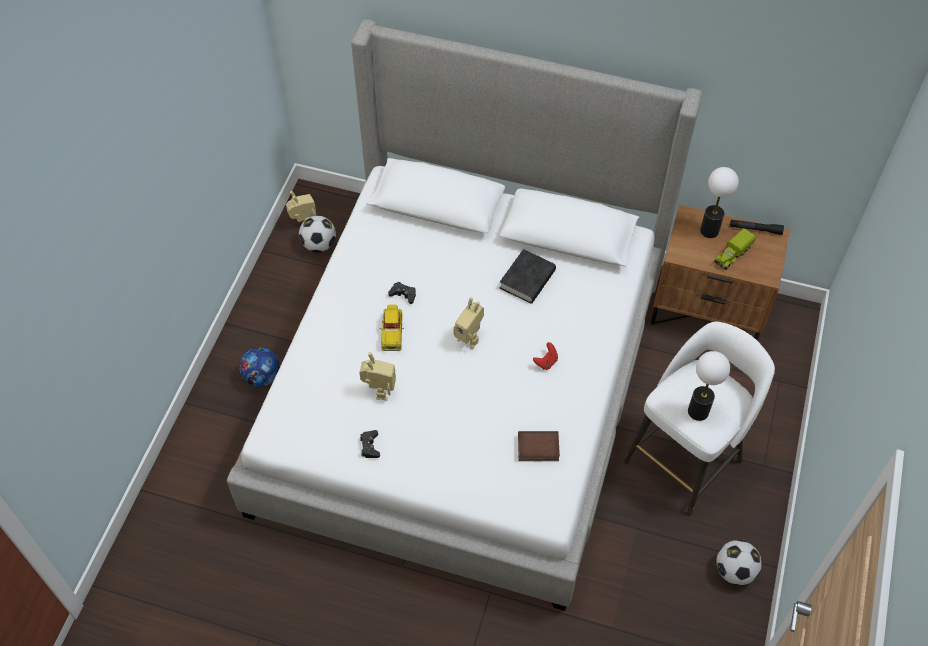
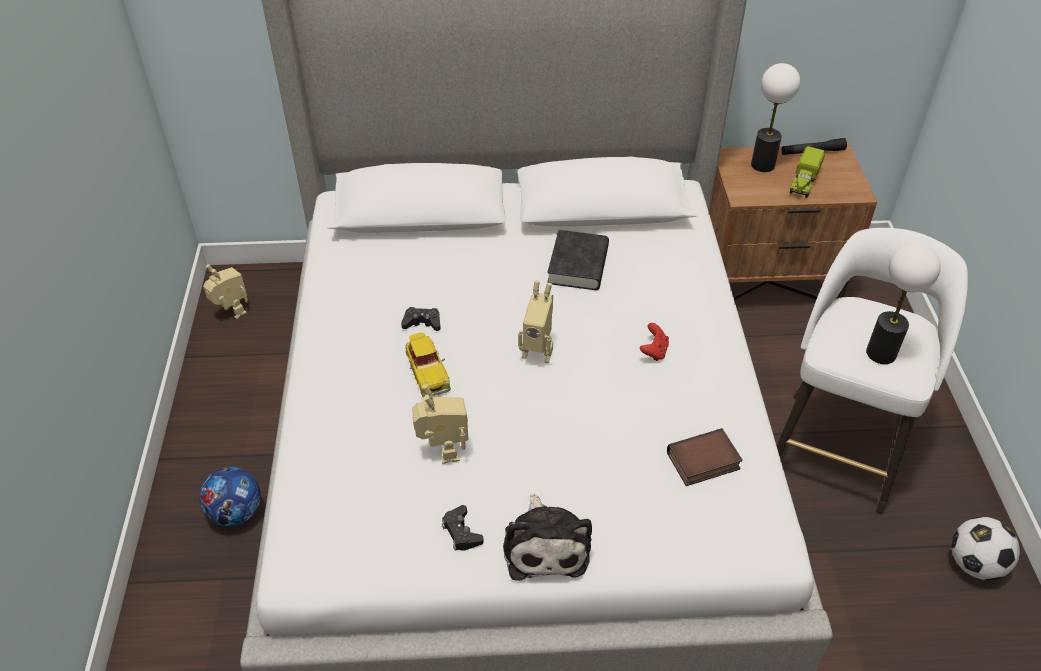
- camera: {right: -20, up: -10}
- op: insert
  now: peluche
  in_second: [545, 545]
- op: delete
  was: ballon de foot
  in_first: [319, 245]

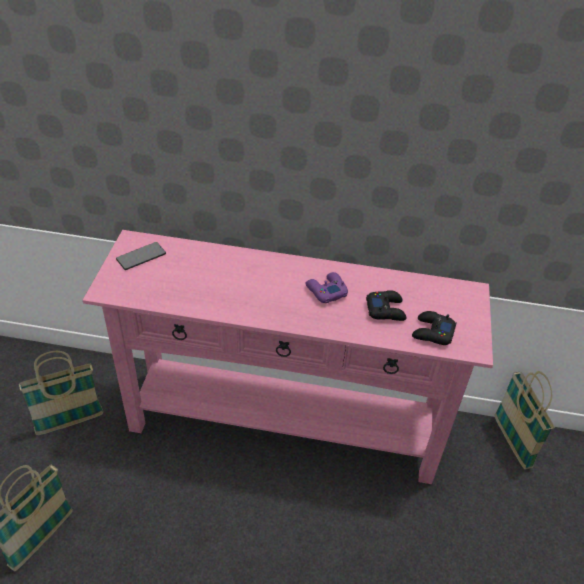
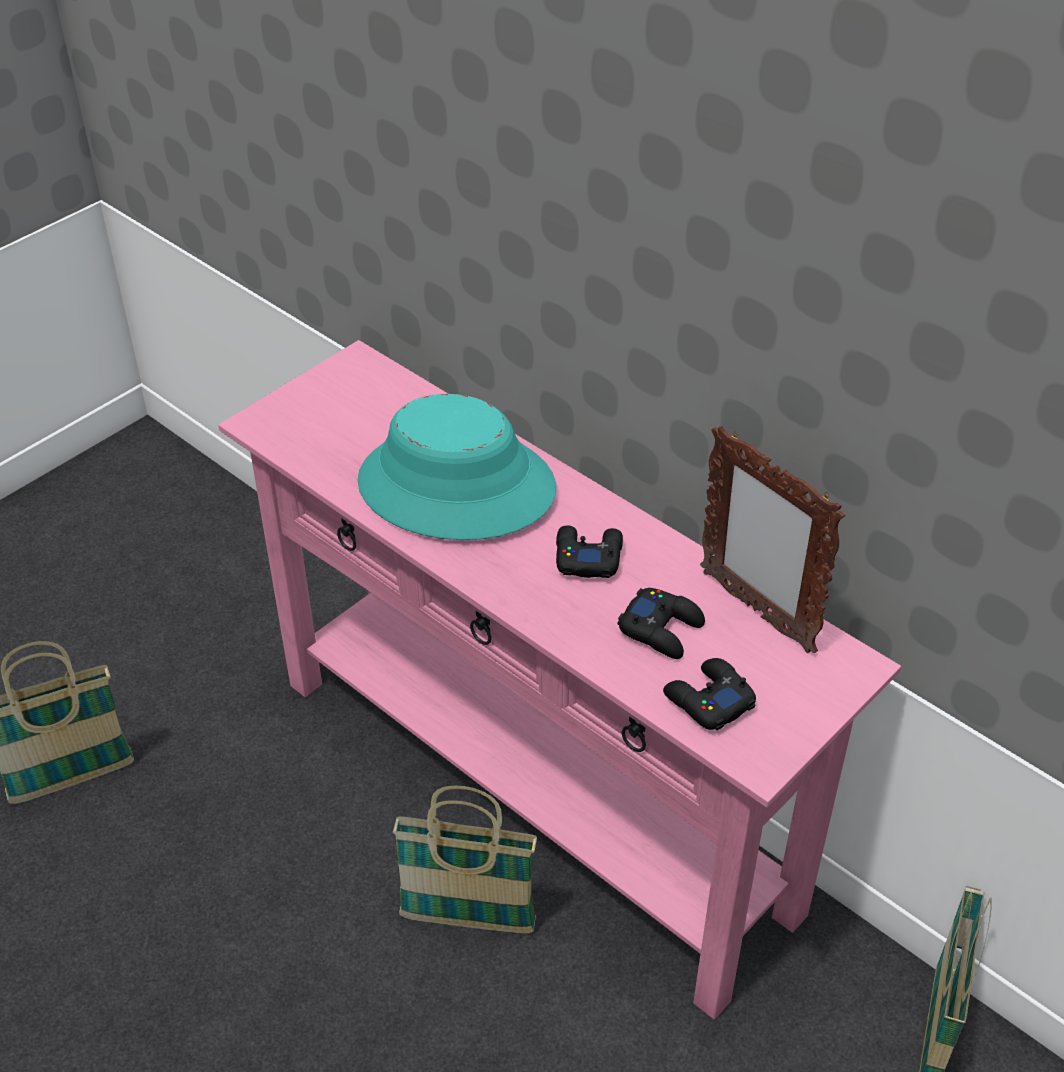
- camera: {right: 35, up: 0}
- op: insert
  now: chapeau/turquoise
  in_second: [456, 487]
- op: move
  was: panier
  in_first: [70, 422]
  in_second: [468, 920]
- op: recolor
  was: manette/violet
  now: manette/noir
  in_first: [326, 291]
  in_second: [587, 557]
- op: insert
  now: cadre photo
  in_second: [756, 611]
- op: delete
  was: téléphone
  in_first: [141, 257]

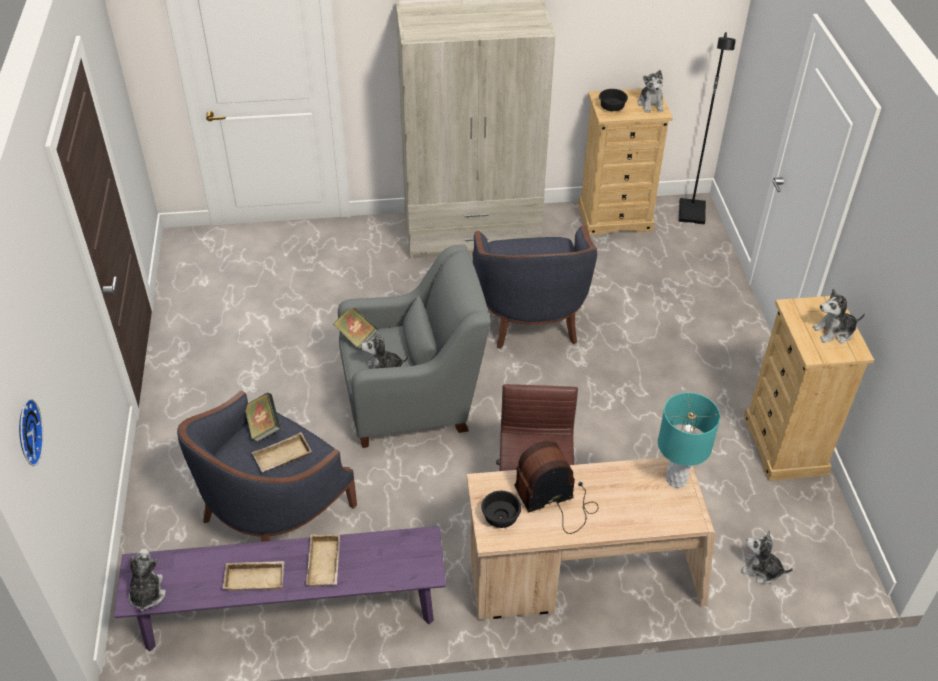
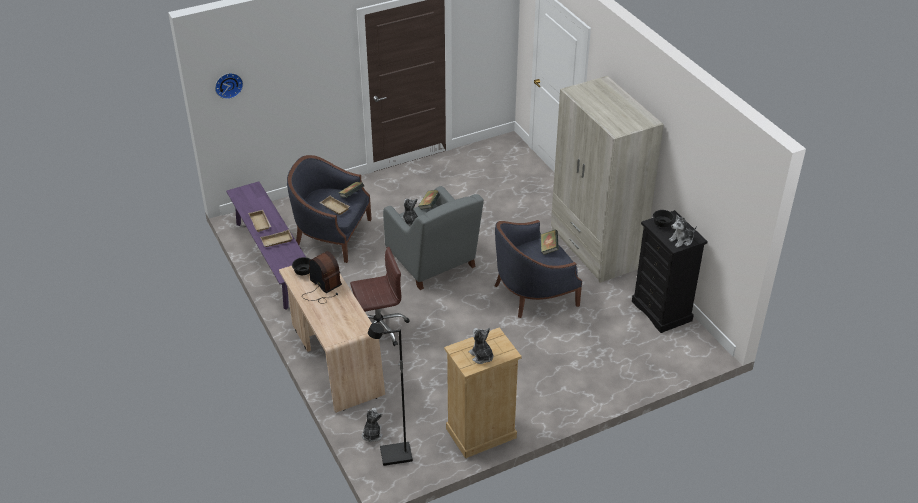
- camera: {right: 70, up: -5}
- op: move
  was: lampadaire/noir
  in_first: [692, 213]
  in_second: [395, 456]
- op: insert
  now: livre
  in_second: [549, 248]
- op: recolor
  was: commode/beige
  now: commode/noir
  in_first: [615, 218]
  in_second: [662, 311]
- op: delete
  was: peluche
  in_first: [147, 593]
- op: delete
  was: lampe de table/turquoise
  in_first: [676, 479]

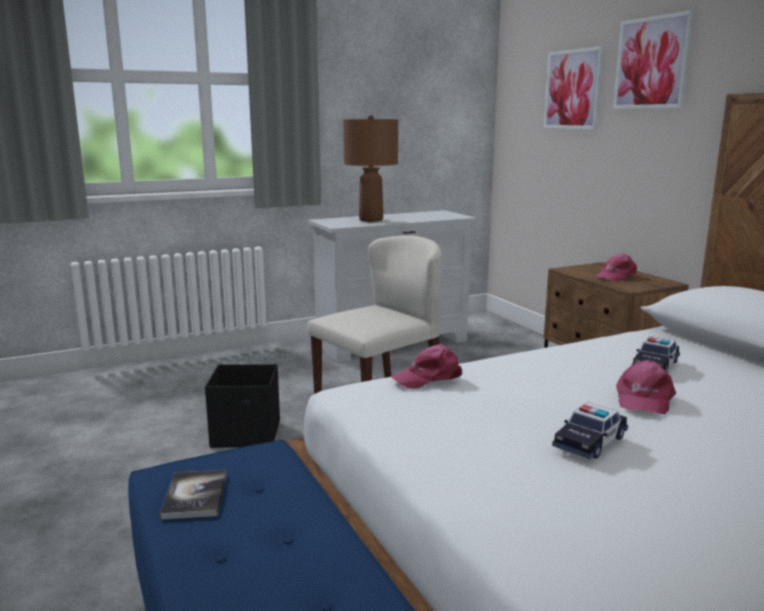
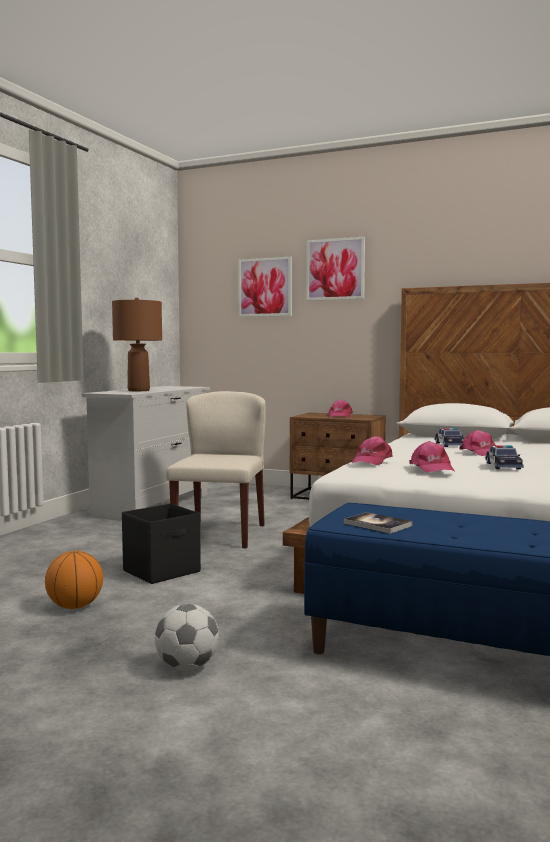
- camera: {right: -40, up: -10}
- op: insert
  now: ballon de basket
  in_second: [75, 606]
- op: insert
  now: ballon de foot
  in_second: [187, 667]
- op: insert
  now: casquette/rose
  in_second: [431, 468]

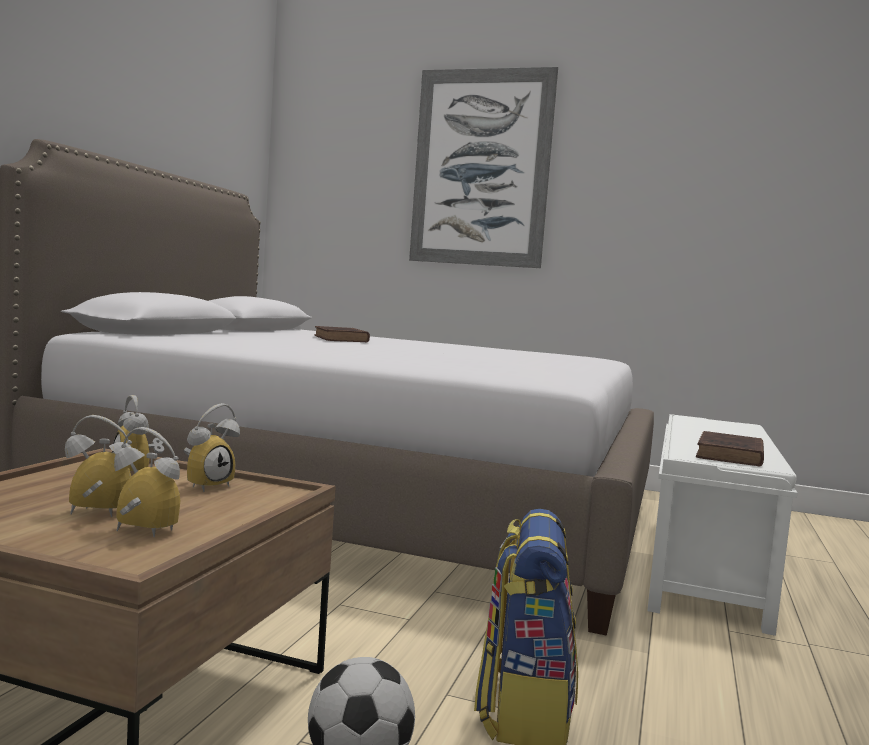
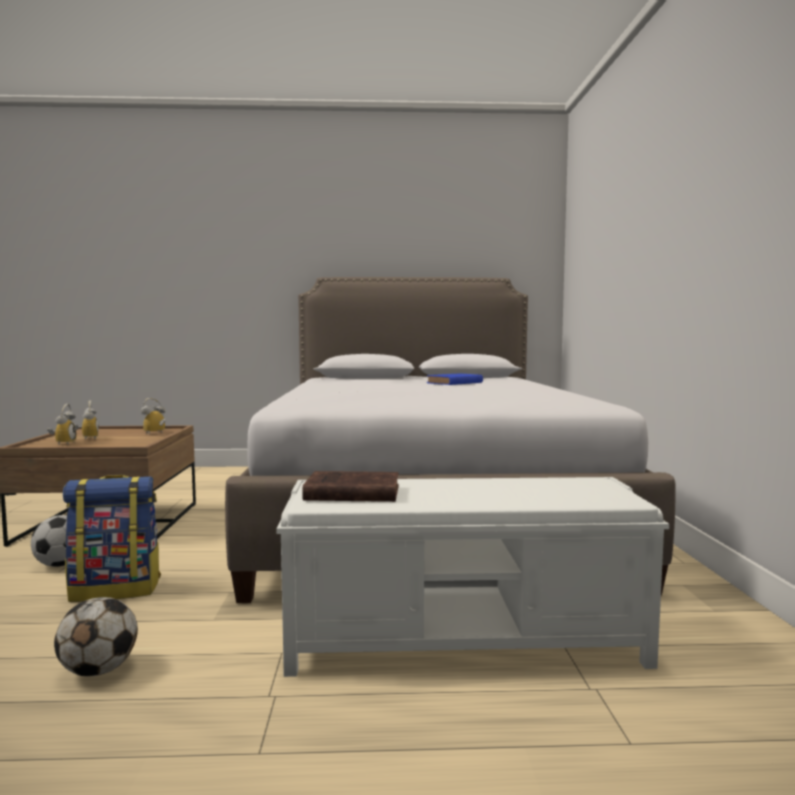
- camera: {right: 70, up: 0}
- op: insert
  now: ballon de foot
  in_second: [99, 670]
- op: recolor
  was: livre/marron
  now: livre/bleu
  in_first: [341, 339]
  in_second: [453, 383]
- op: delete
  was: réveil
  in_first: [207, 485]
- op: delete
  was: tableau
  in_first: [481, 168]

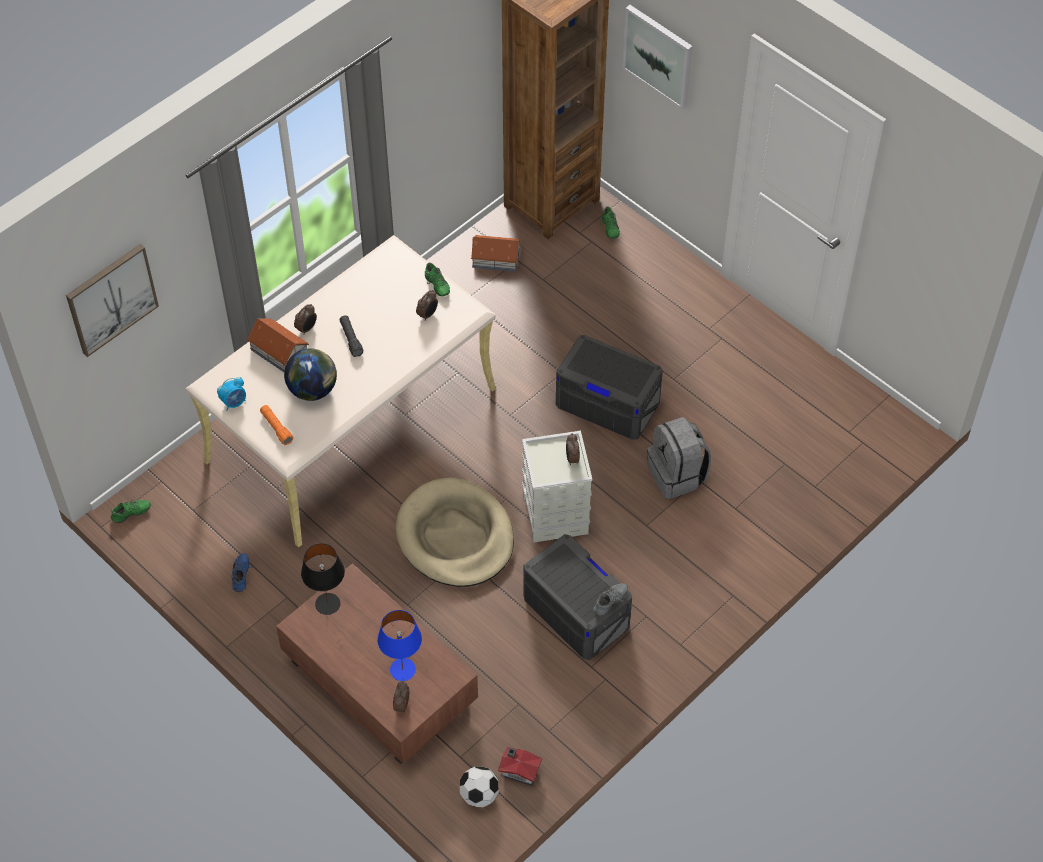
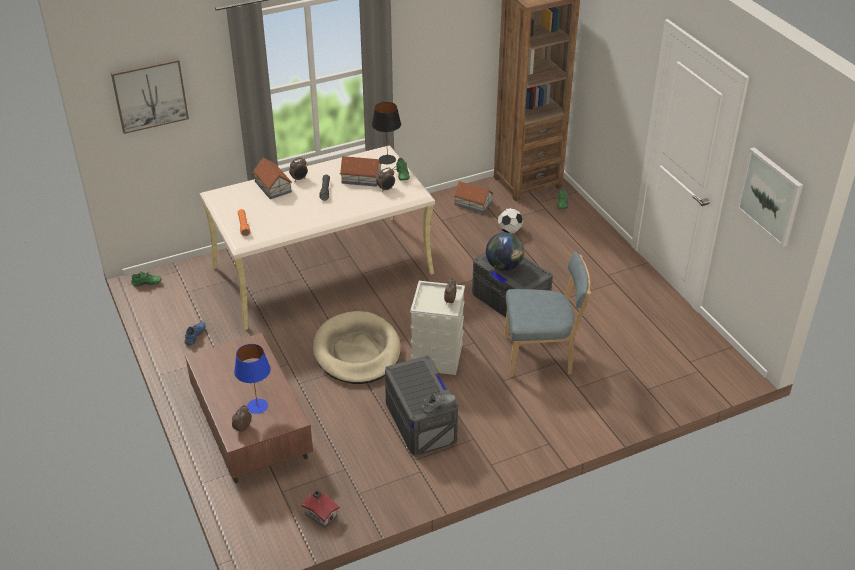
- camera: {right: 20, up: -15}
- op: insert
  now: maison miniature
  in_second: [361, 178]
- op: move
  was: lampe de table/noir
  in_first: [327, 603]
  in_second: [387, 159]
- op: move
  was: globe
  in_first: [313, 390]
  in_second: [504, 266]
- op: move
  was: ballon de foot
  in_first: [479, 795]
  in_second: [509, 231]
- op: replace
  was: sac à dos/gris
  now: chaise/bleu
  in_first: [677, 475]
  in_second: [541, 356]
- op: move
  was: tableau
  in_first: [658, 56]
  in_second: [770, 196]
- op: delete
  was: réveil
  in_first: [234, 402]

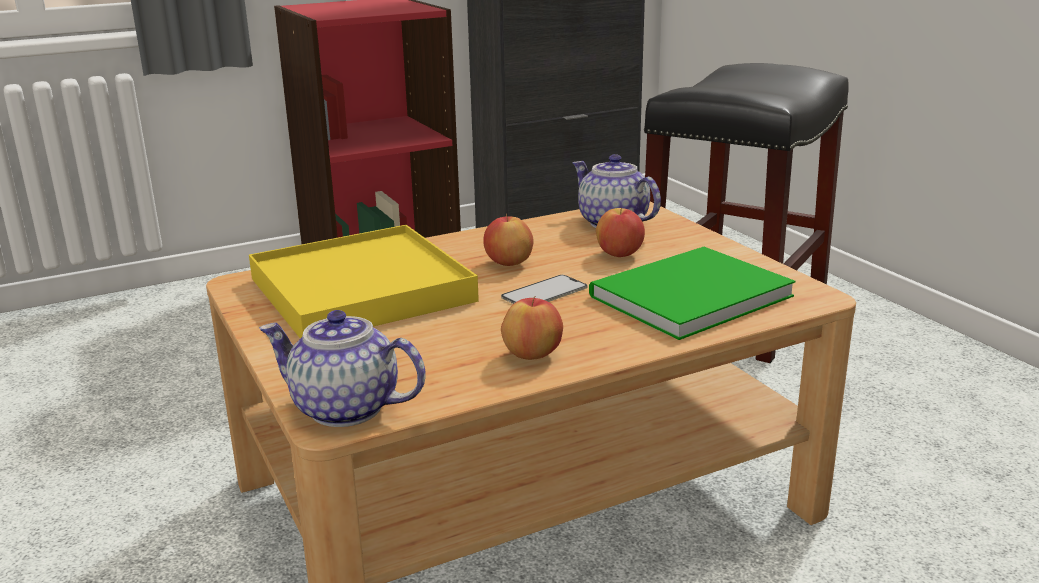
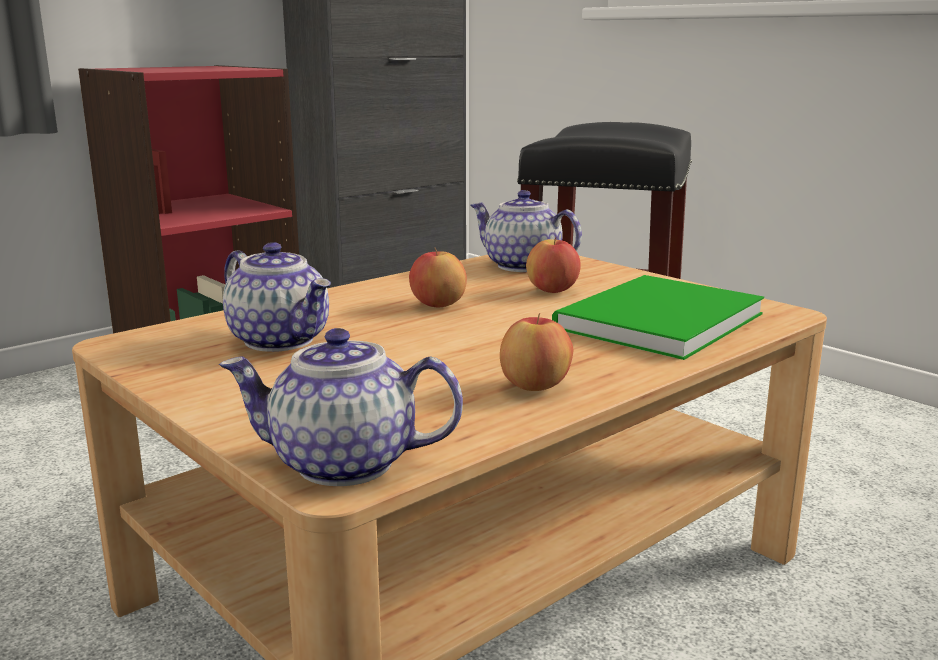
- camera: {right: -15, up: -5}
- op: replace
  was: plateau/jaune
  now: théière
  in_first: [361, 290]
  in_second: [281, 340]
- op: delete
  was: téléphone
  in_first: [544, 292]

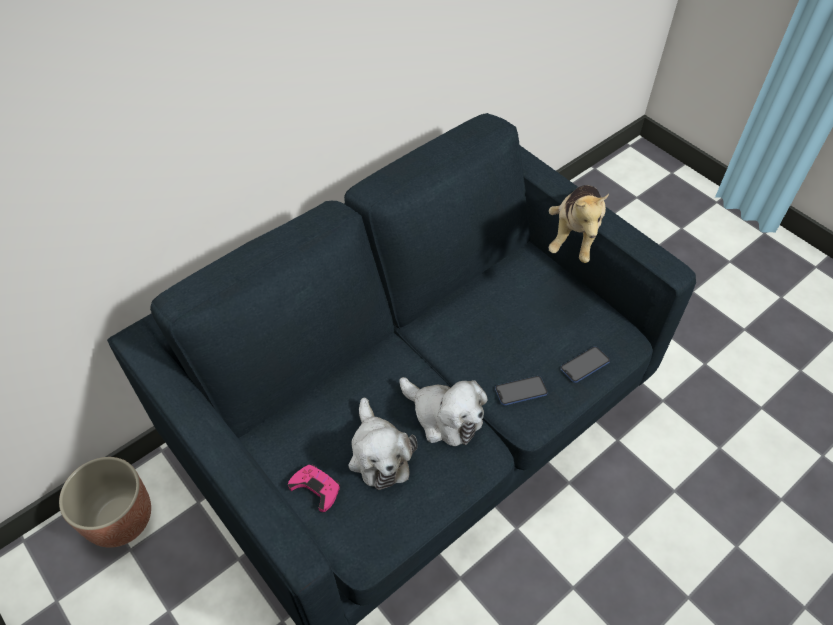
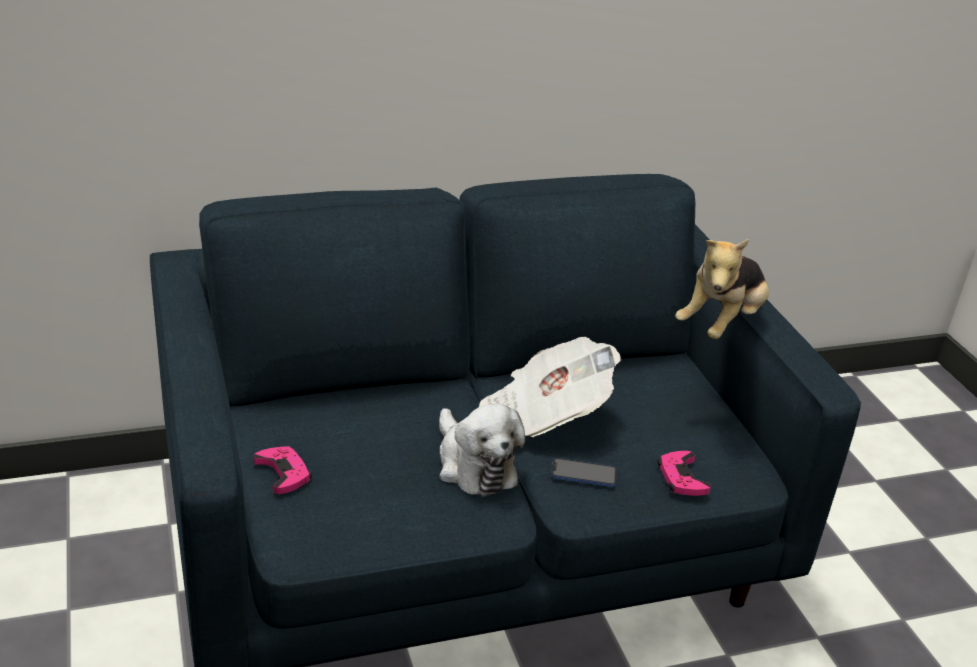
- camera: {right: 20, up: -20}
- op: insert
  now: journal
  in_second: [544, 416]
- op: replace
  was: téléphone
  now: manette/rose
  in_first: [584, 365]
  in_second: [681, 478]
- op: delete
  was: cache-pot
  in_first: [120, 518]
- op: delete
  was: peluche
  in_first: [379, 453]

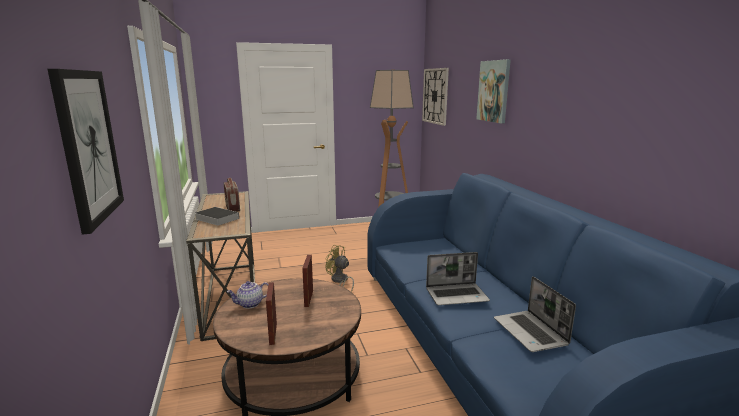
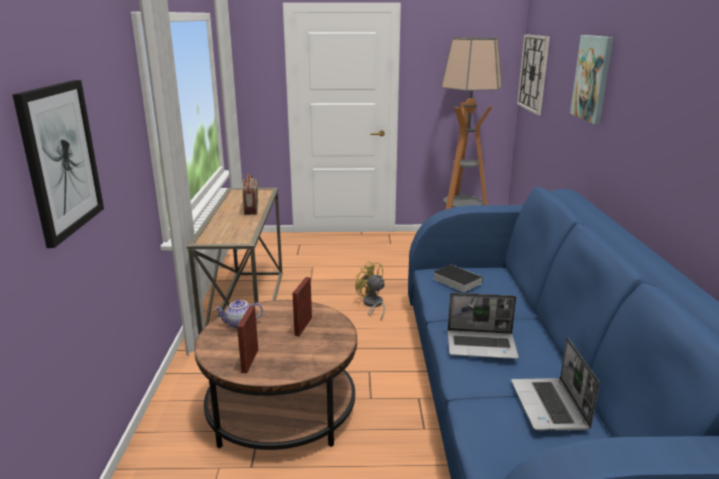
- camera: {right: 15, up: 5}
- op: move
  was: livre
  in_first: [216, 218]
  in_second: [455, 280]

